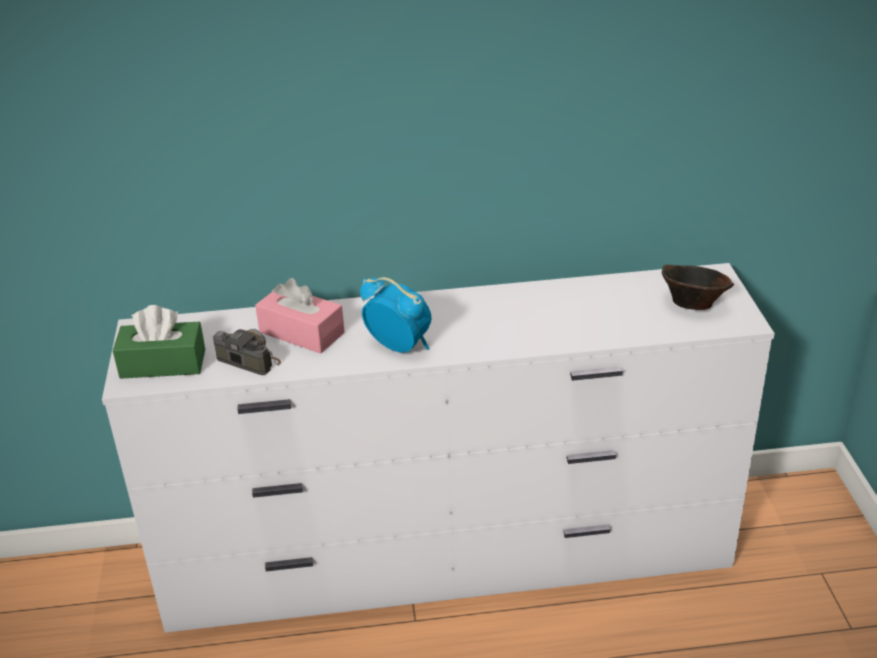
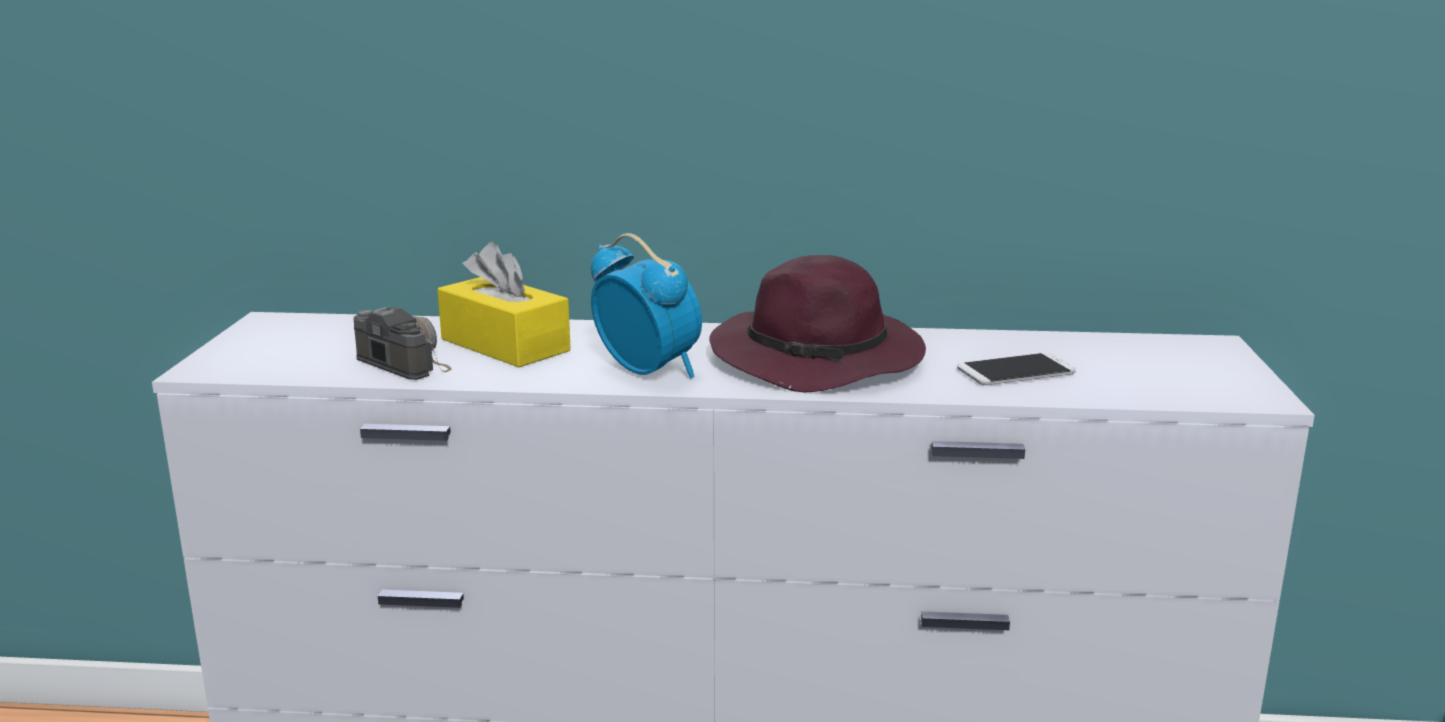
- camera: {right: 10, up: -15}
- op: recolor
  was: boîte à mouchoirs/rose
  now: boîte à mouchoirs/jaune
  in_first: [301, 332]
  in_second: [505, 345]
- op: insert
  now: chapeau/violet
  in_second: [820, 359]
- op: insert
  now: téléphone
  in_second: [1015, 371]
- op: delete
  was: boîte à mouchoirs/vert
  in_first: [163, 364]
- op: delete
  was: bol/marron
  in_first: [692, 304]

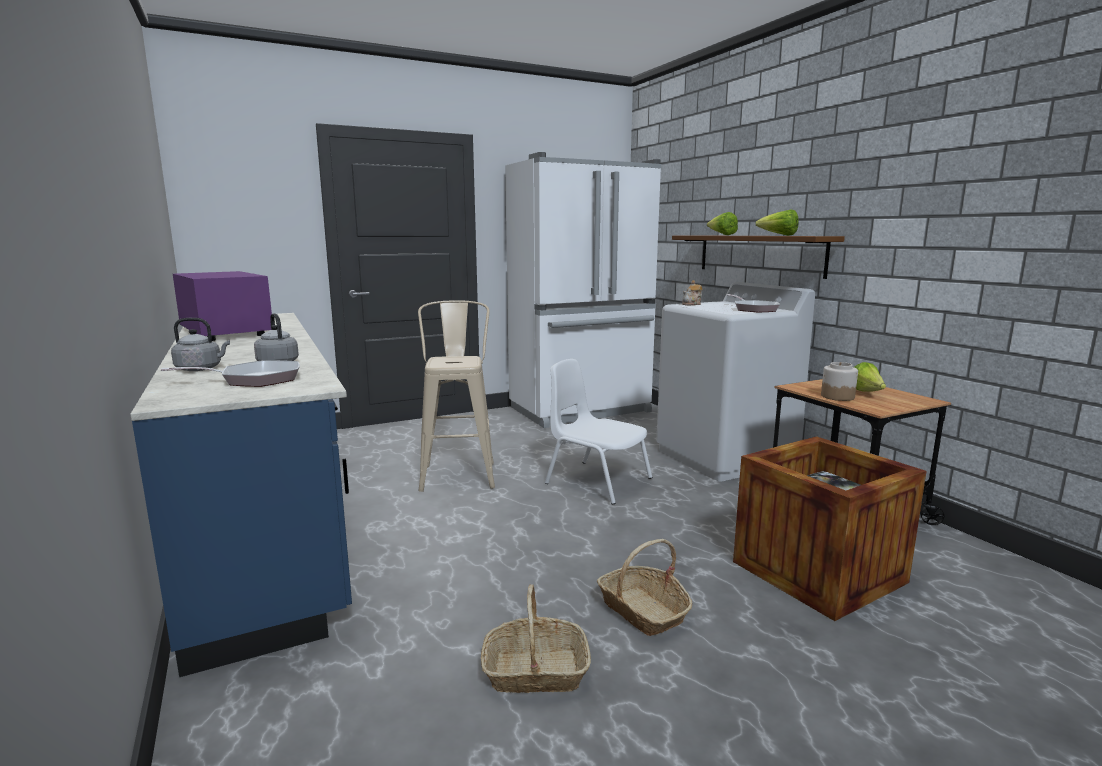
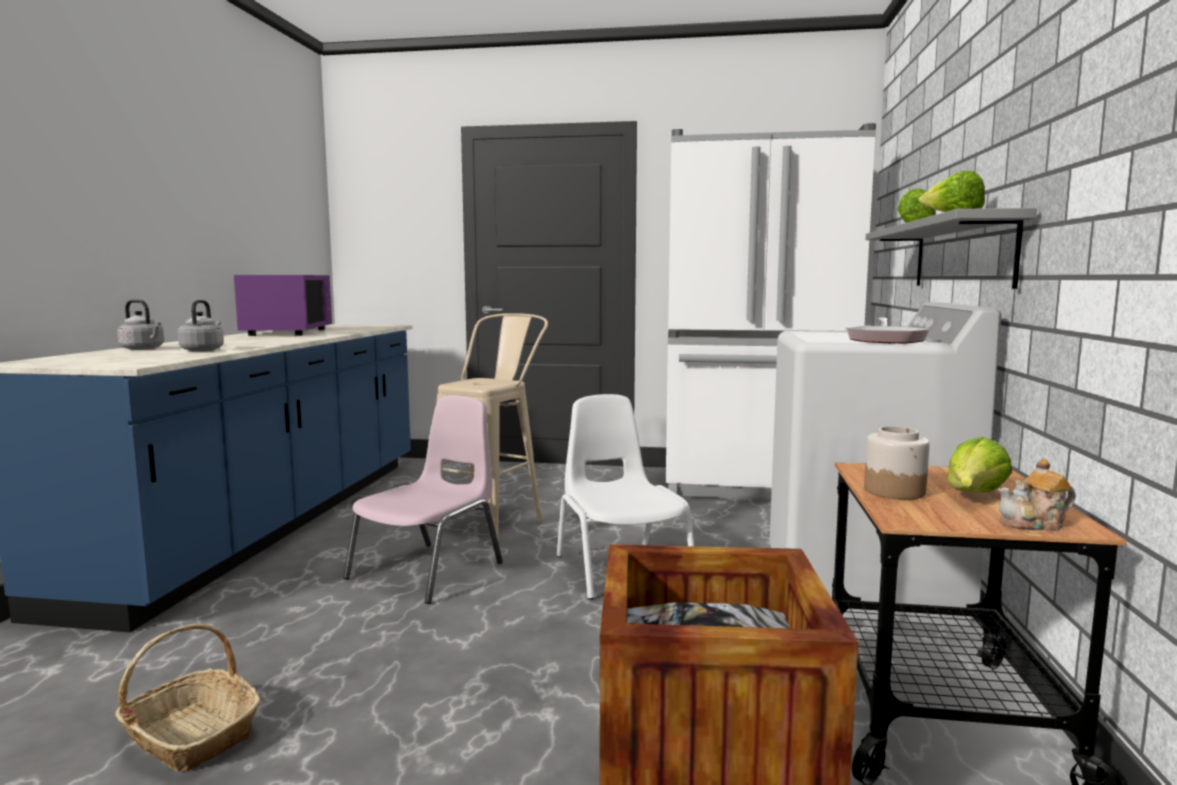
- camera: {right: 35, up: -5}
- op: insert
  now: chaise/rose
  in_second: [429, 570]
- op: recolor
  was: étagère/marron
  now: étagère/gris
  in_first: [759, 254]
  in_second: [961, 255]
- op: move
  was: théière
  in_first: [692, 304]
  in_second: [1034, 524]
- op: delete
  was: poêle
  in_first: [254, 380]
- op: delete
  was: panier
  in_first: [643, 611]

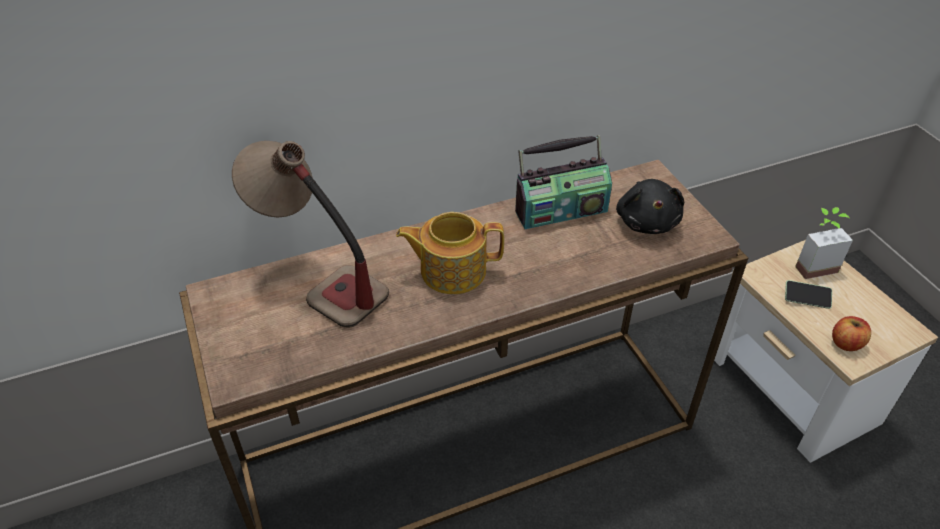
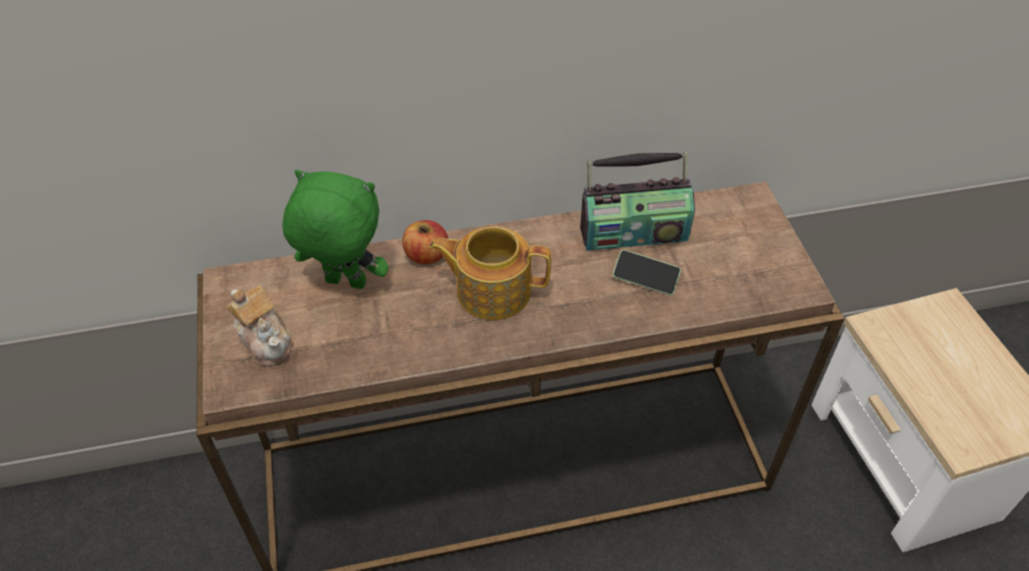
- camera: {right: 10, up: 5}
- op: insert
  now: théière
  in_second: [265, 340]
- op: replace
  was: lampe de table
  now: peluche/vert
  in_first: [319, 281]
  in_second: [344, 284]
- op: move
  was: pomme
  in_first: [846, 343]
  in_second: [426, 255]
- op: move
  was: téléphone
  in_first: [806, 299]
  in_second: [645, 278]
- op: delete
  was: peluche/noir
  in_first: [647, 221]
- op: delete
  was: plante en pot
  in_first: [812, 264]

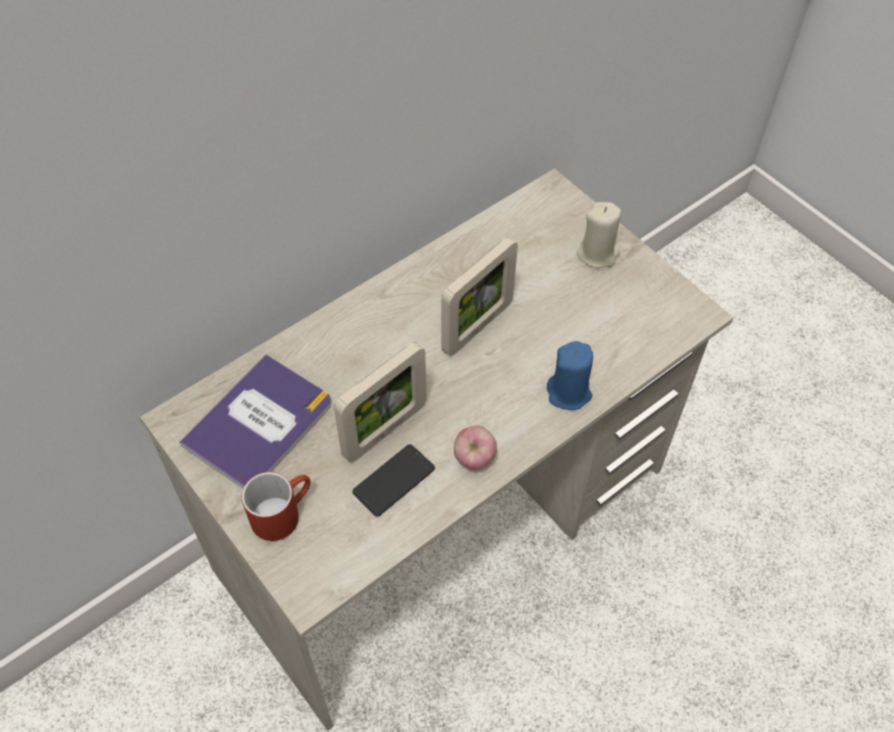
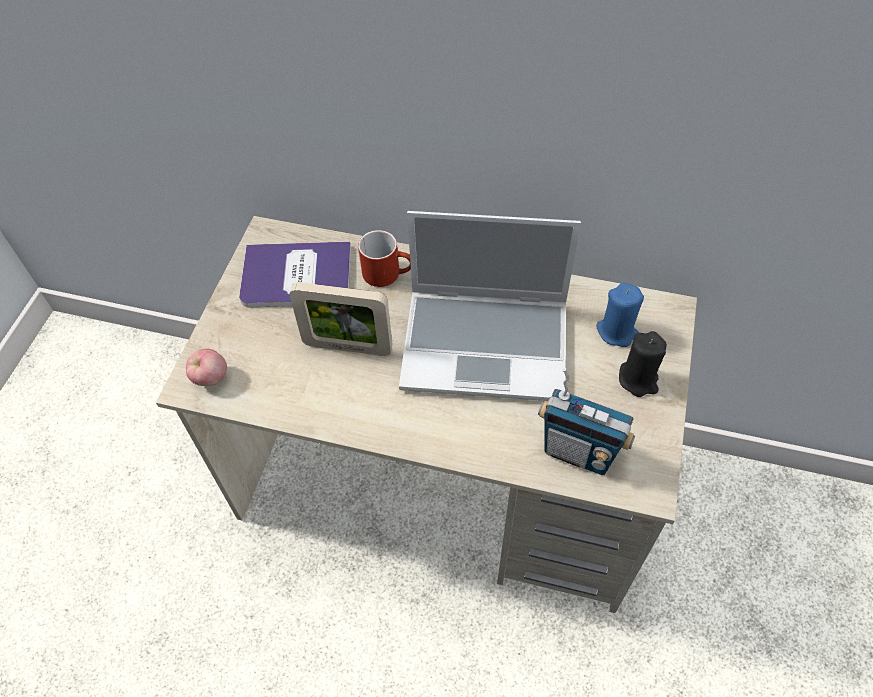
- camera: {right: 55, up: 0}
- op: move
  was: pomme
  in_first: [474, 458]
  in_second: [210, 378]
- op: move
  was: mug/rouge
  in_first: [282, 512]
  in_second: [388, 273]
- op: replace
  was: cadre photo
  now: ordinateur portable
  in_first: [477, 327]
  in_second: [487, 344]
- op: insert
  now: radio
  in_second: [578, 452]
- op: move
  was: bougie/bleu
  in_first: [569, 393]
  in_second: [617, 331]
- op: recolor
  was: bougie/beige
  now: bougie/noir
  in_first: [597, 254]
  in_second: [638, 379]
- op: delete
  was: téléphone
  in_first: [394, 480]

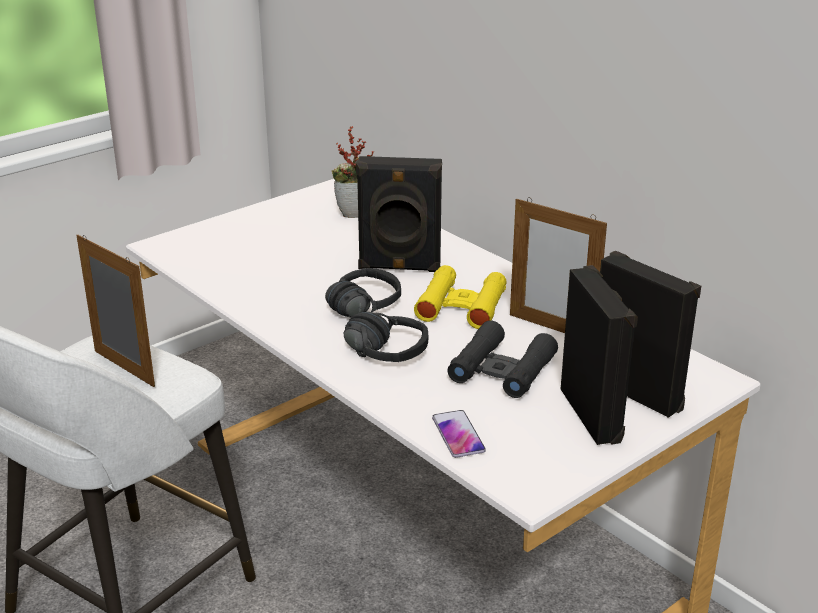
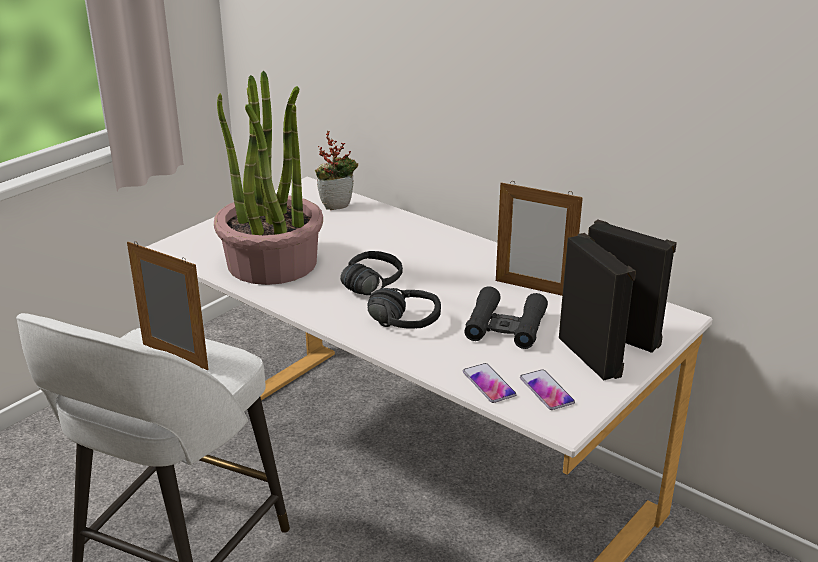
- camera: {right: -10, up: 0}
- op: insert
  now: plante en pot
  in_second: [272, 263]
- op: insert
  now: téléphone
  in_second: [546, 390]
- op: delete
  was: enceinte/noir
  in_first: [399, 267]
- op: delete
  was: jumelles/jaune
  in_first: [461, 306]

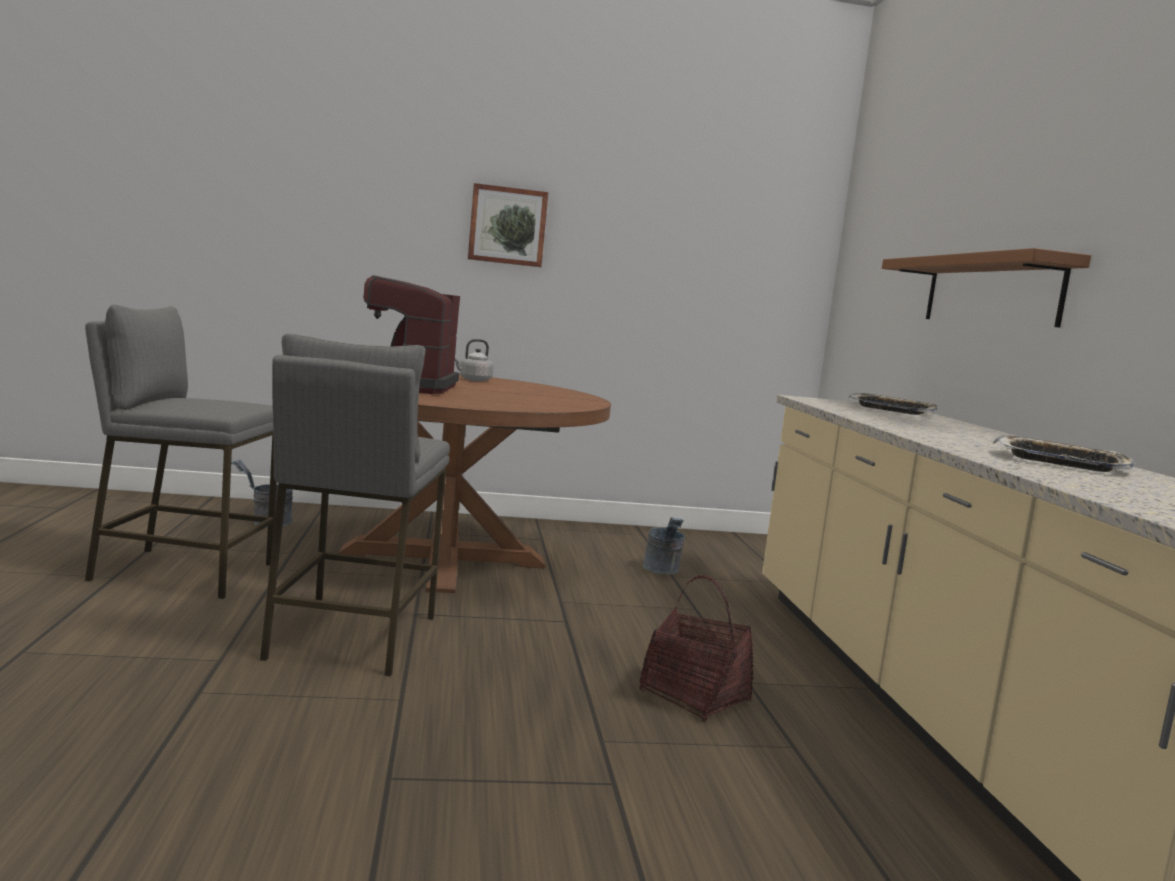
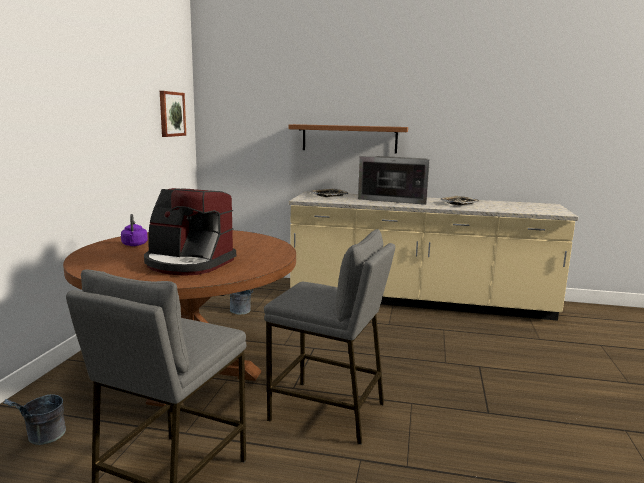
- camera: {right: -70, up: 5}
- op: recolor
  was: bouilloire/gris
  now: bouilloire/violet
  in_first: [473, 380]
  in_second: [134, 245]
- op: move
  was: tableau
  in_first: [507, 226]
  in_second: [171, 114]
- op: insert
  now: micro-ondes
  in_second: [395, 199]
- op: delete
  was: panier
  in_first: [694, 697]

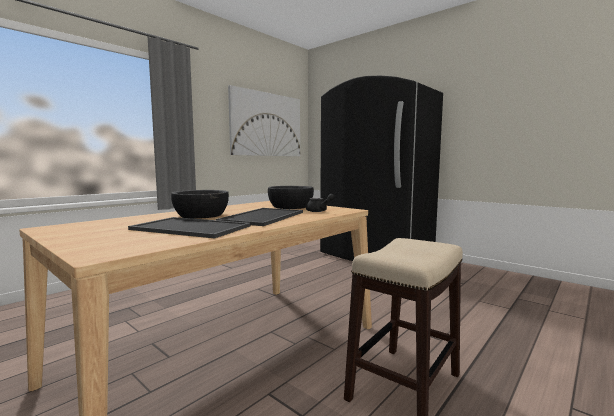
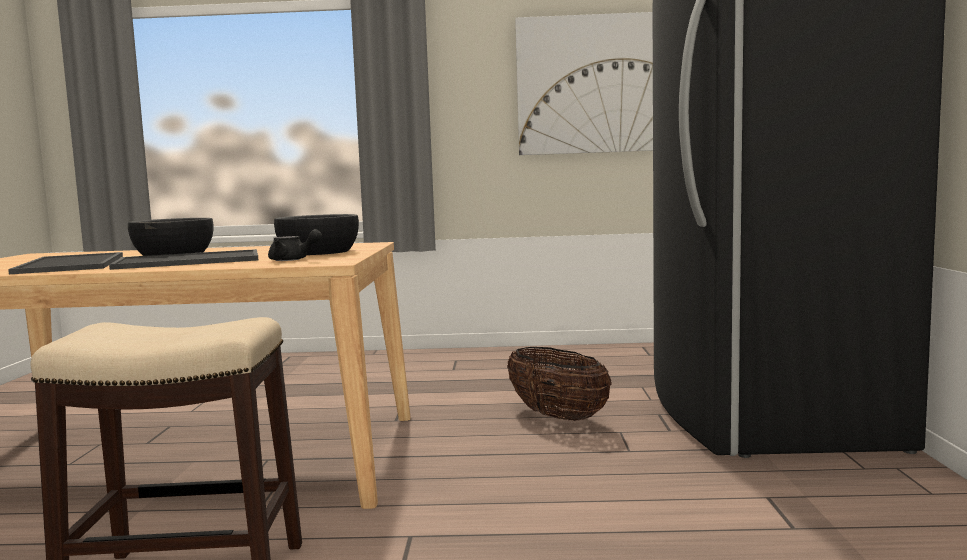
- camera: {right: 50, up: 0}
- op: insert
  now: panier
  in_second: [557, 417]

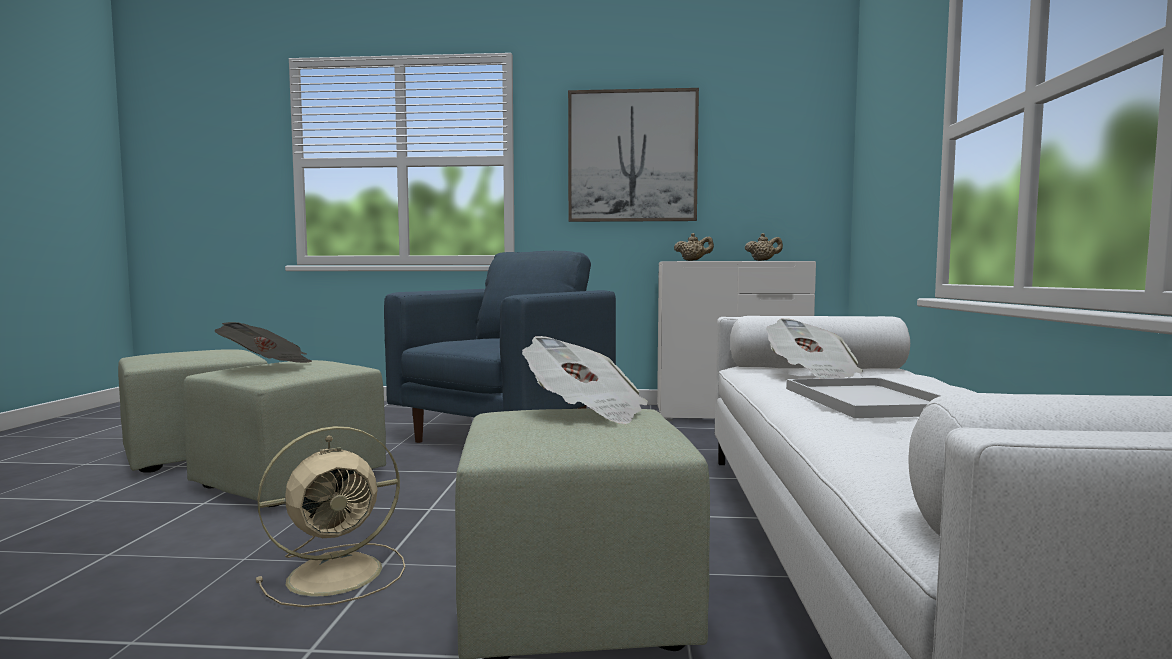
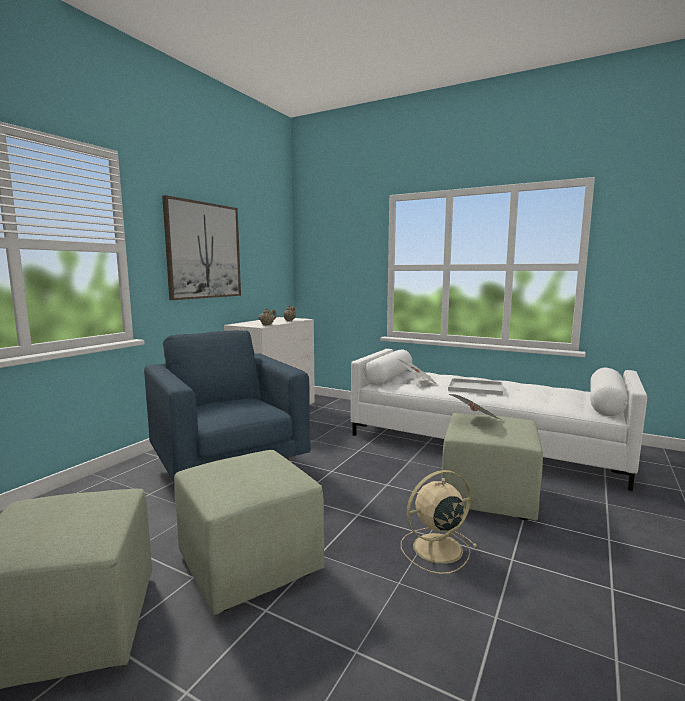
- camera: {right: -65, up: 5}
- op: rotate
  was: ventilateur/beige
  in_first: [339, 573]
  in_second: [435, 549]
  clockwise: -105
- op: delete
  was: journal
  in_first: [268, 368]

